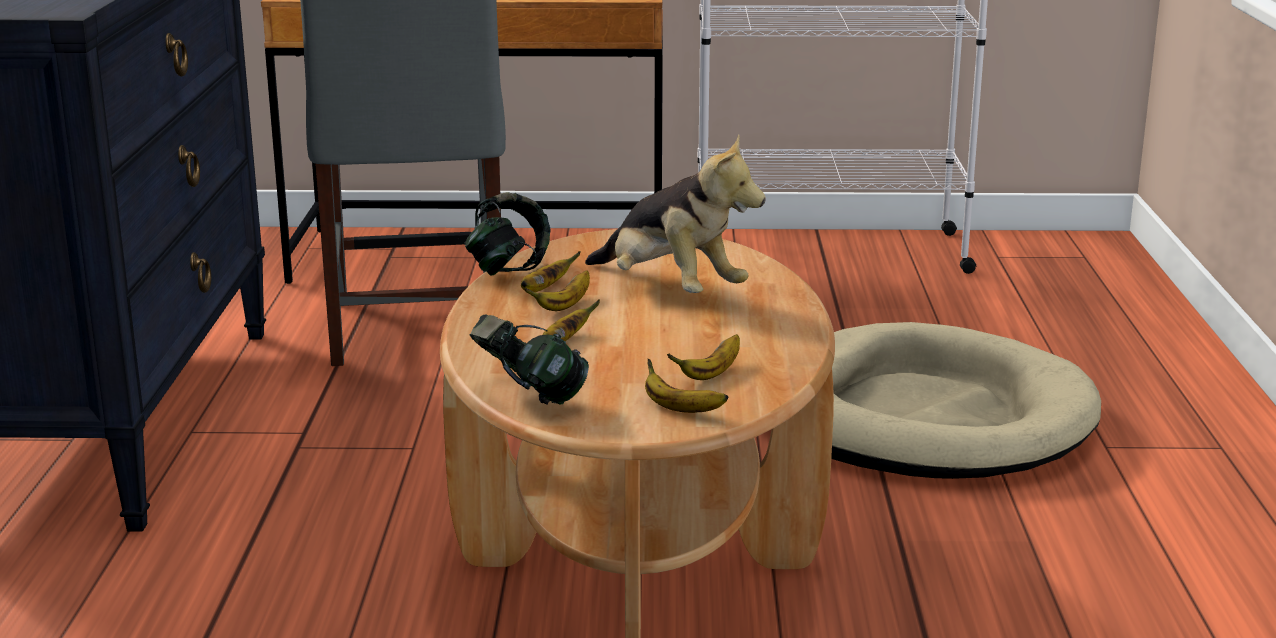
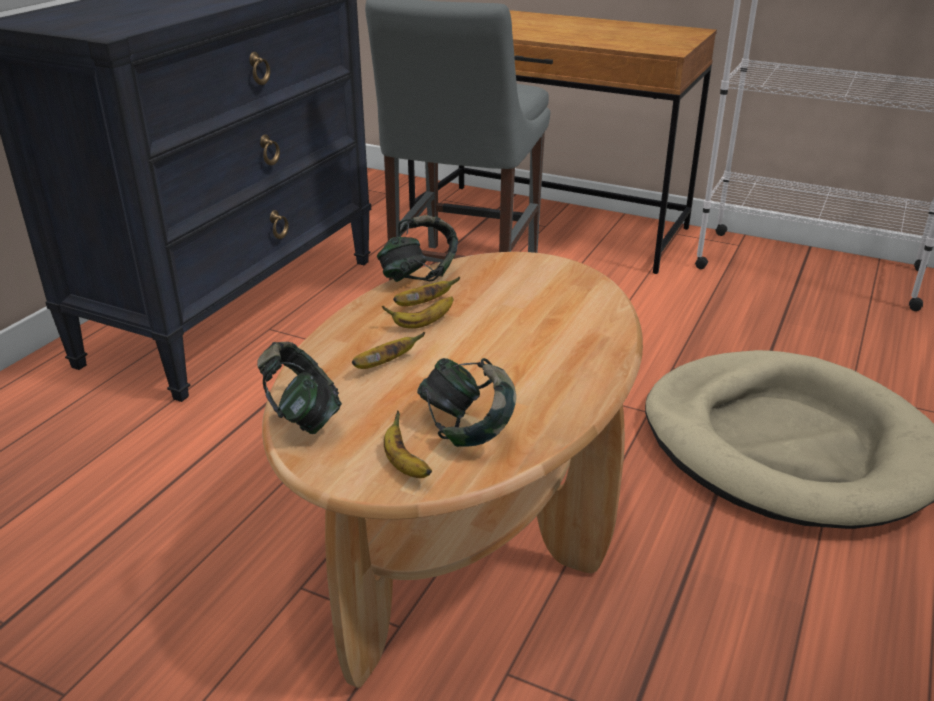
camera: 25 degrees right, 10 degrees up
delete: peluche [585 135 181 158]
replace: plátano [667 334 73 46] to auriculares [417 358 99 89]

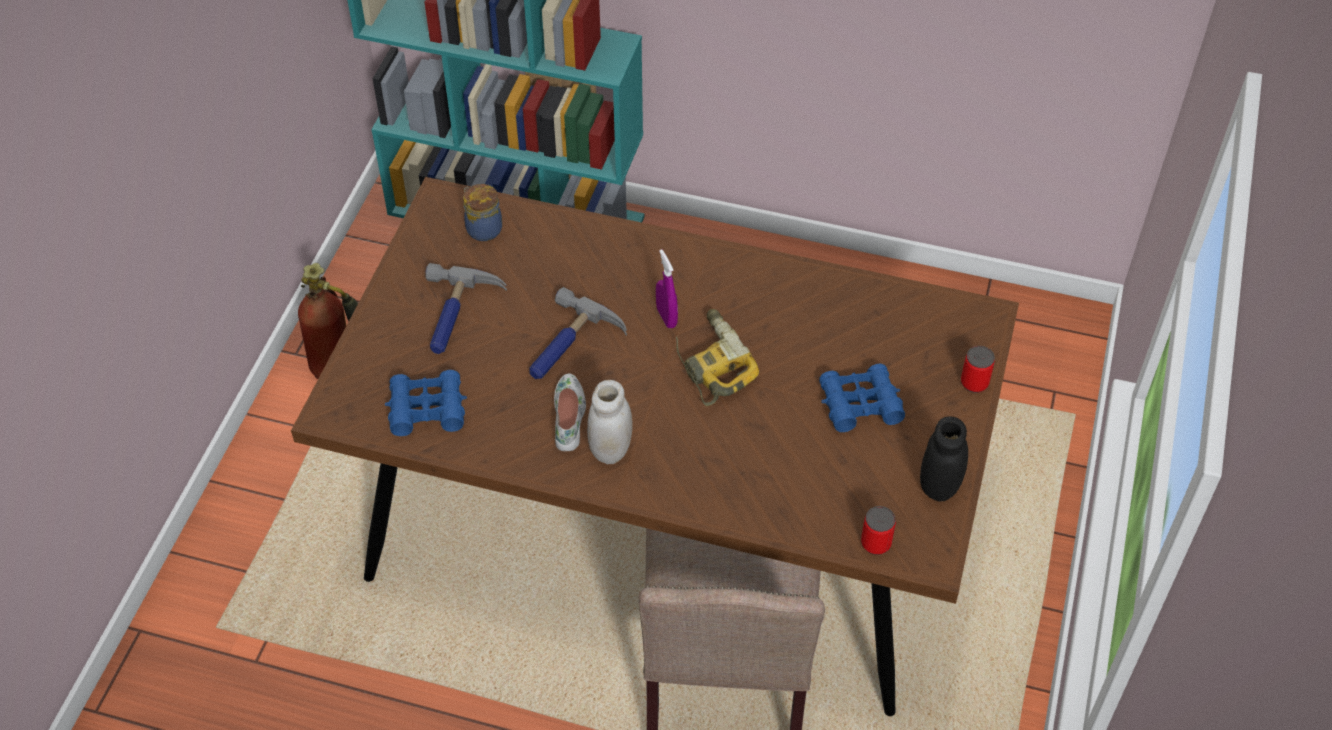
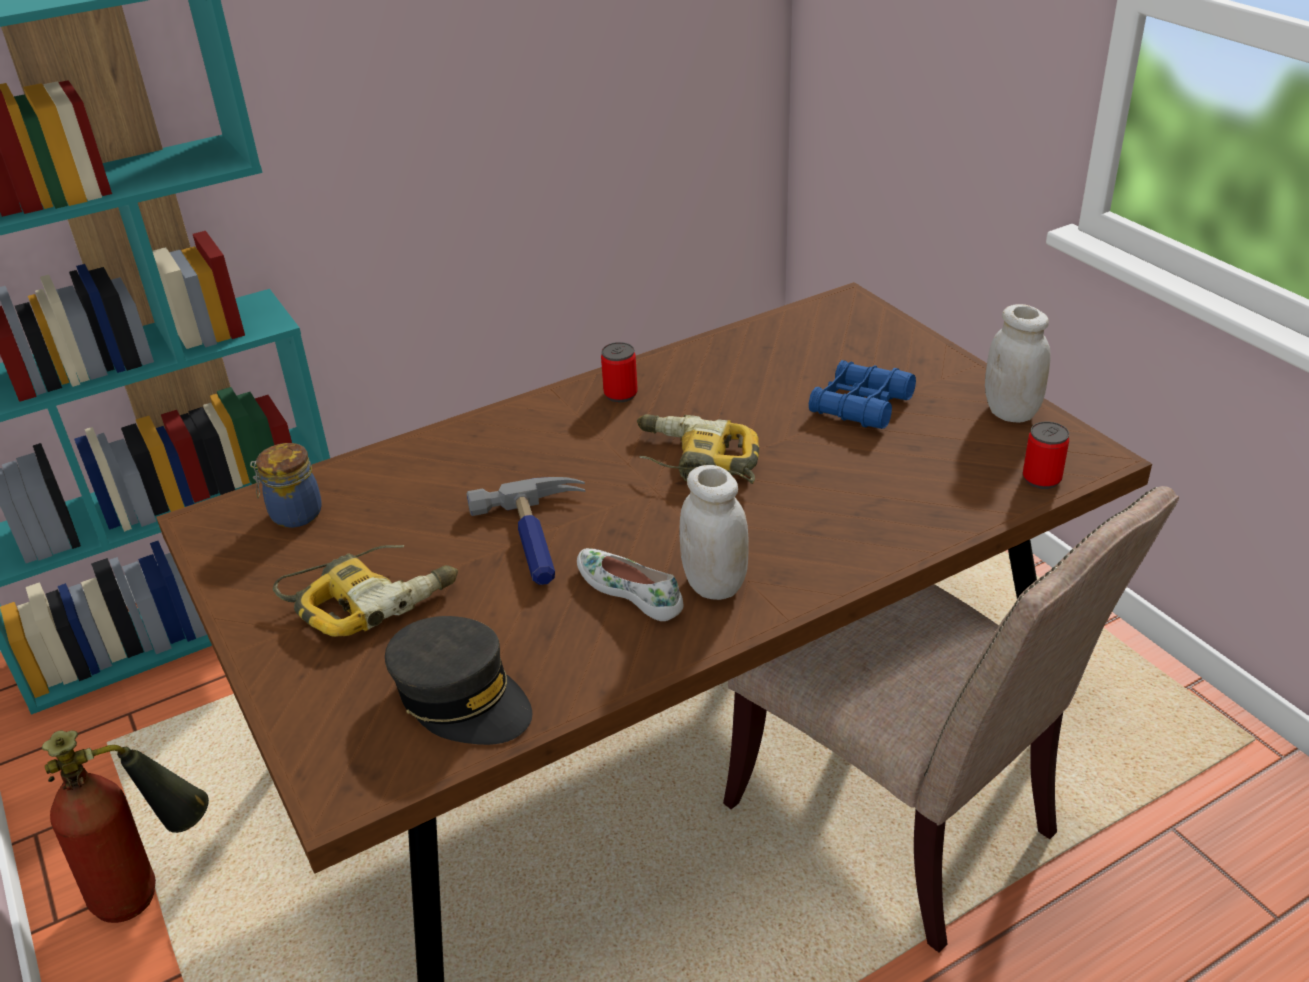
camera: 45 degrees left, 15 degrees down
delete: pulverizador (morado) [656 249 22 79]
move: lata [961 346 34 47] to [601 342 37 60]
replace: prismáticos (azul) [385 370 82 66] to gorra (gris) [385 616 147 129]; martillo [425 263 82 91] to taladro [273 545 185 92]
recolor: tarro (negro) [920 416 48 86] to tarro (blanco) [985 304 66 119]

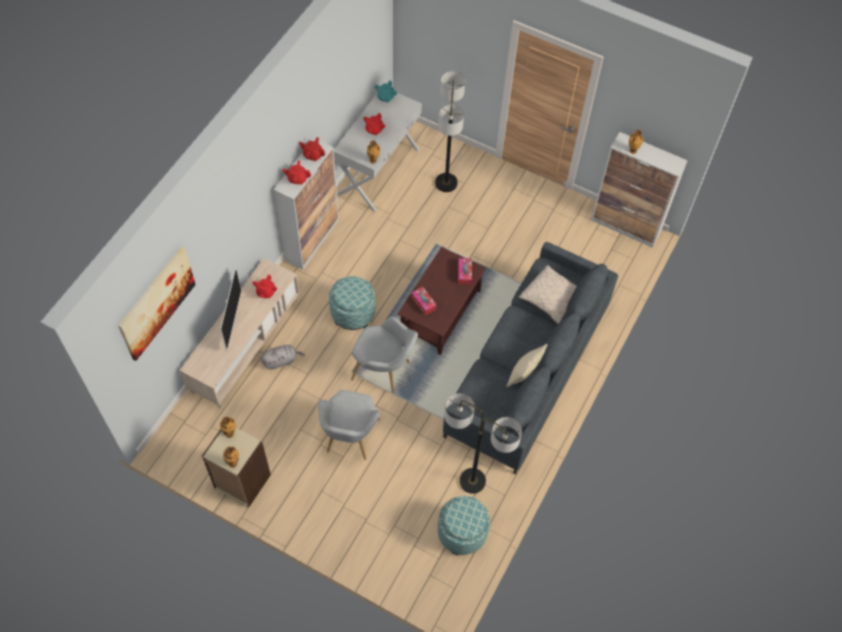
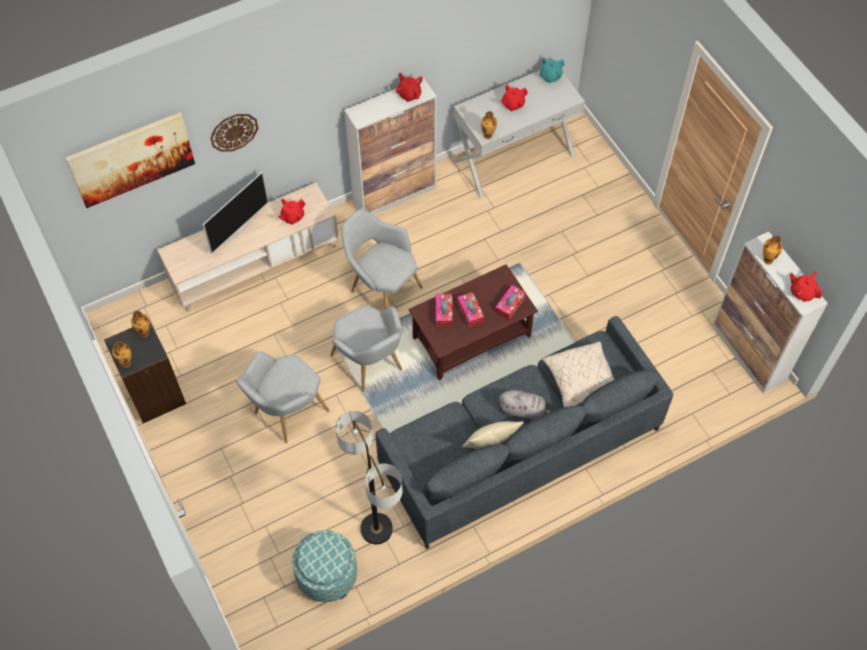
camera: 35 degrees right, 0 degrees up
delete: lámpara de pie [435 71 30 121]
insert: reloj de pared [210 114 48 38]; caja de pañuelos [457 292 27 35]
move: peluche (gris) [261 345 44 24] to [499 390 51 30]; tetera (rojo) [282 160 29 25] to [790 272 33 30]
replace: puf [329 276 46 54] to sillón (gris) [341 209 82 100]
recolor: estantería (beis) [202 428 69 80] to estantería (negro) [104 320 82 103]

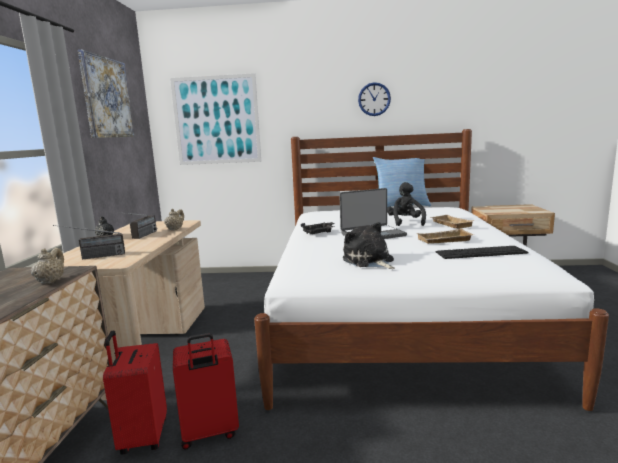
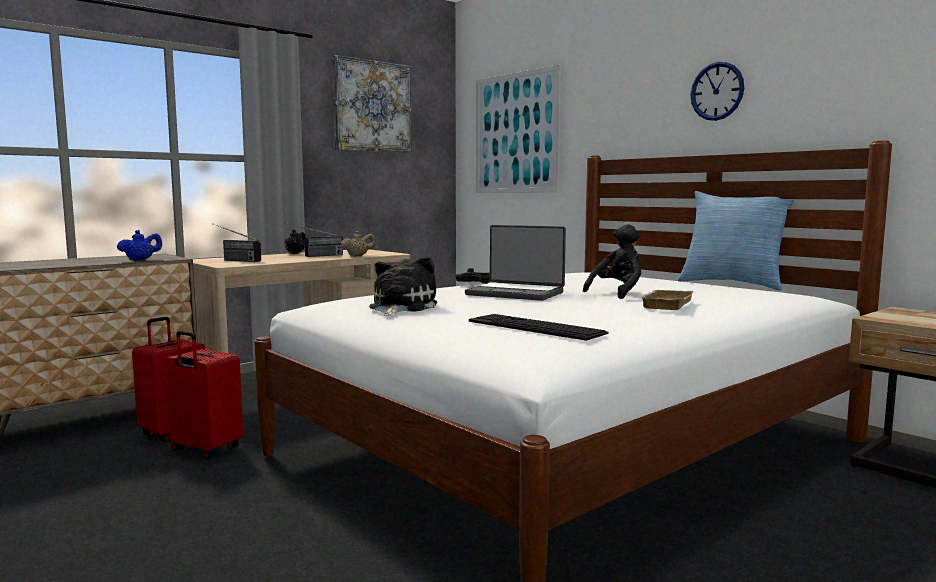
camera: 45 degrees right, 5 degrees down
delete: bandeja (beis) [417 228 57 16]
recolor: tetera (beis) [31 248 33 36] to tetera (azul) [117 230 45 31]

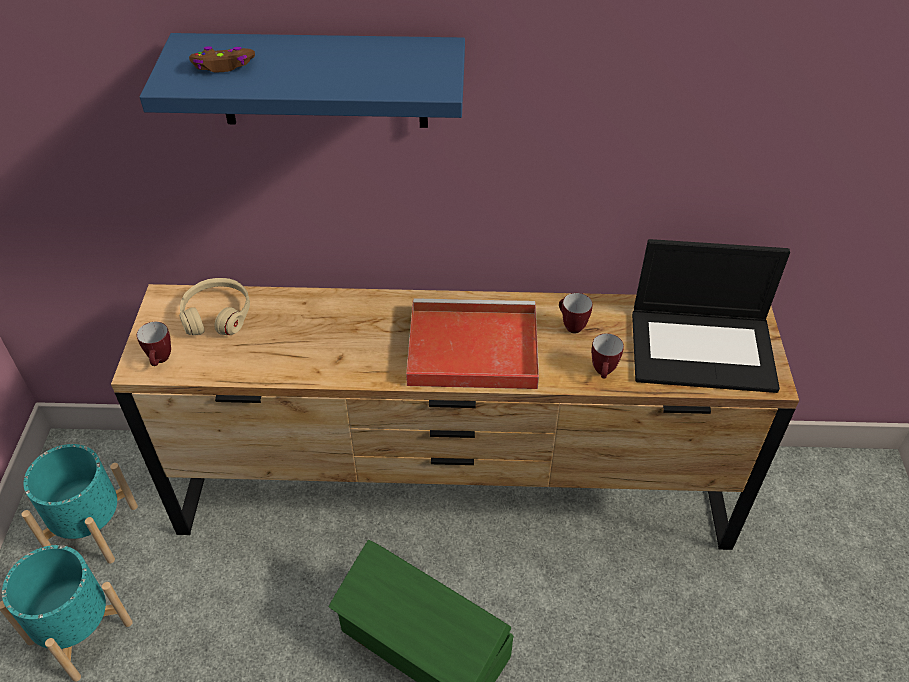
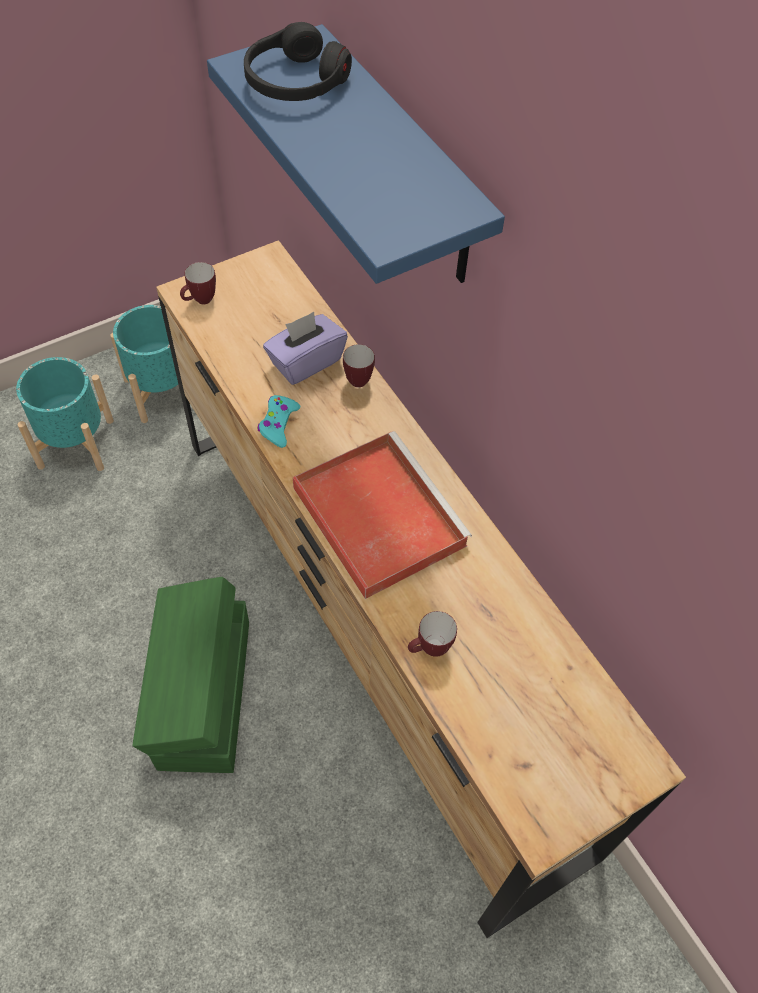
camera: 55 degrees right, 10 degrees up
delete: auriculares (beis) [179 278 71 57]; portátil [632 239 158 154]
insert: mando de consola (turquesa) [258 395 42 53]; caja de pañuelos (morado) [263 312 85 73]
move: taza grande [559 293 34 41] to [343 344 32 43]
replace: mando de consola (marrón) [189 46 66 27] to auriculares (negro) [244 22 108 79]

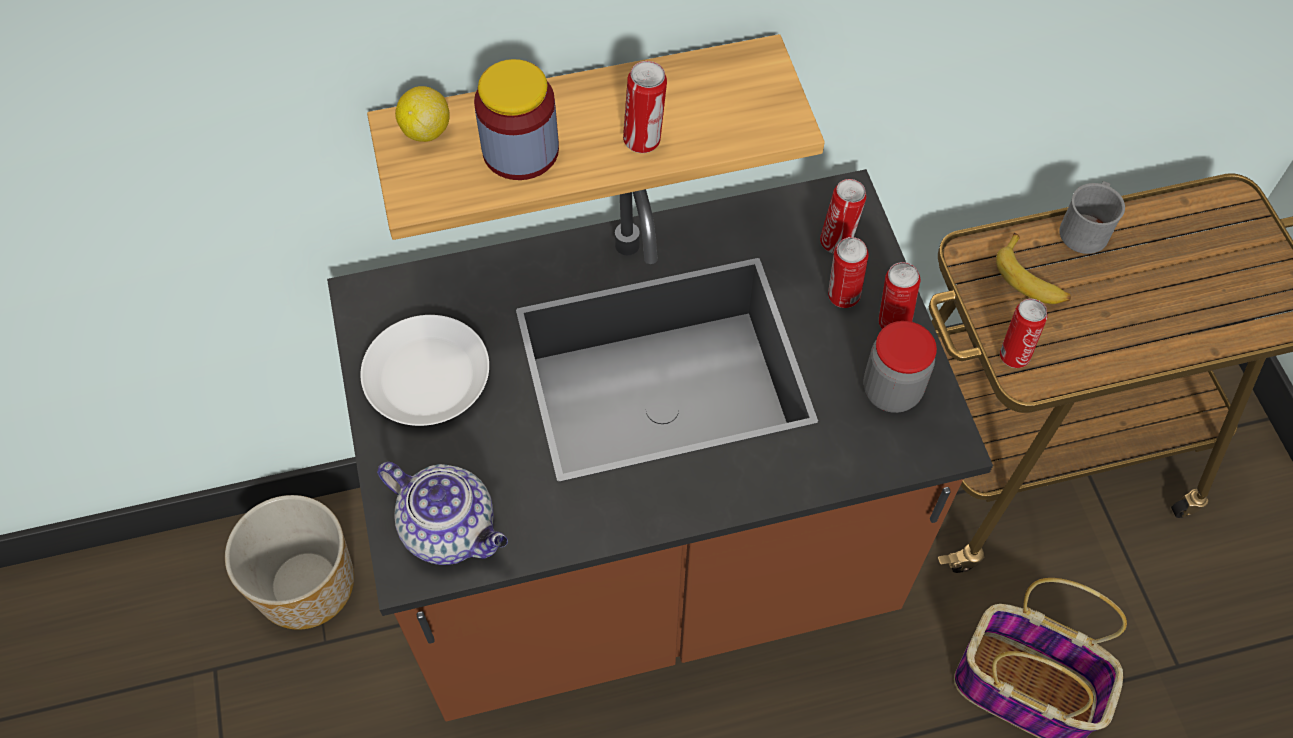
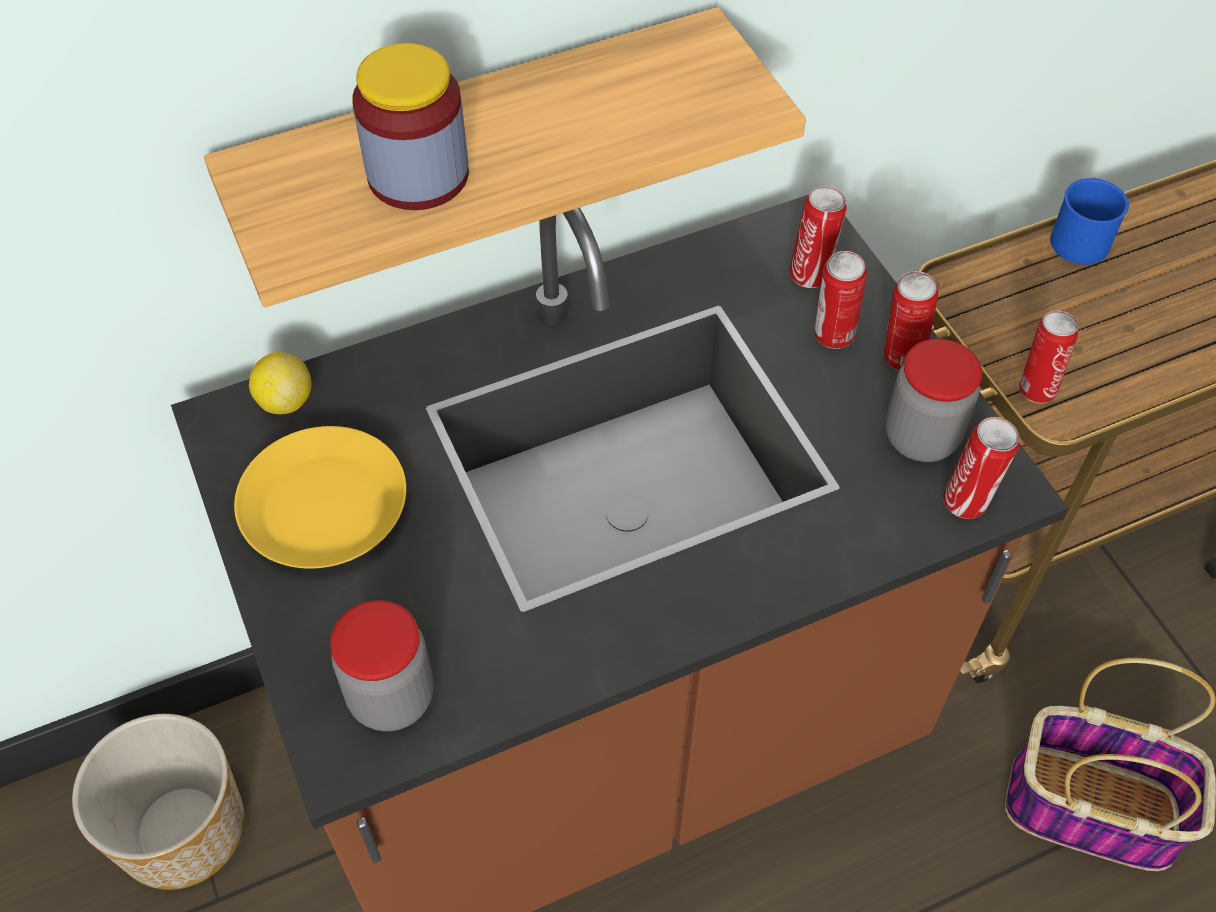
camera: 10 degrees left, 5 degrees down
delete: plátano [996 233 75 71]
move: limón [395 86 55 56] to [249 352 63 62]; lata [623 61 44 92] to [943 417 76 102]
replace: tetera [377 462 131 103] to tarro [330 600 104 131]
recolor: plato (blanco) [360 315 129 111] to plato (amarillo) [234 426 172 143]; taza grande (gris) [1059 181 66 73] to taza grande (azul) [1050 178 79 87]

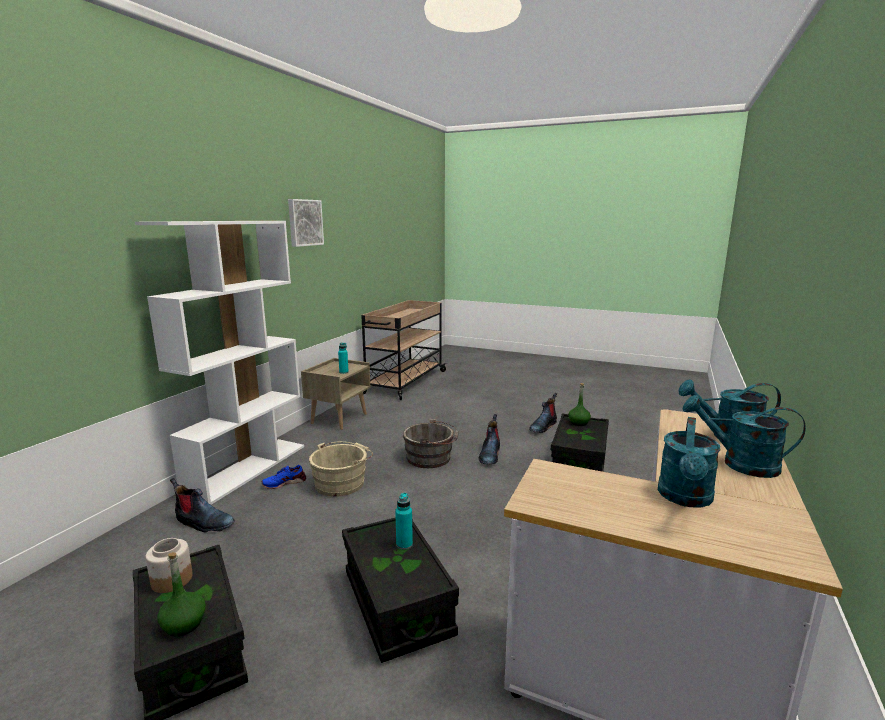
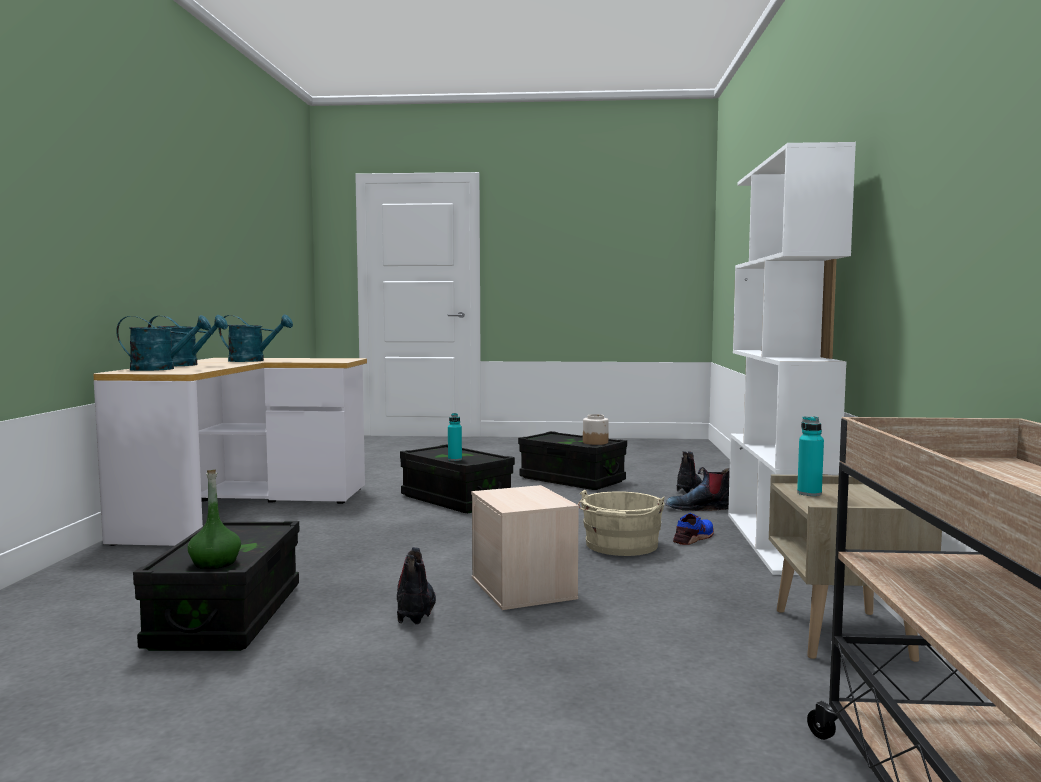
camera: 160 degrees right, 10 degrees down
delete: botella (verde) [157 552 49 84]; cuadro [288 199 36 48]
move: bota [529 393 28 40] to [677 451 25 42]
replace: cubo (gris) [403 419 56 49] to caja de almacenaje (beis) [471 485 108 125]
rotate: regadera (turquesa) [658 417 63 90] = [219 314 74 48] 90 degrees clockwise

